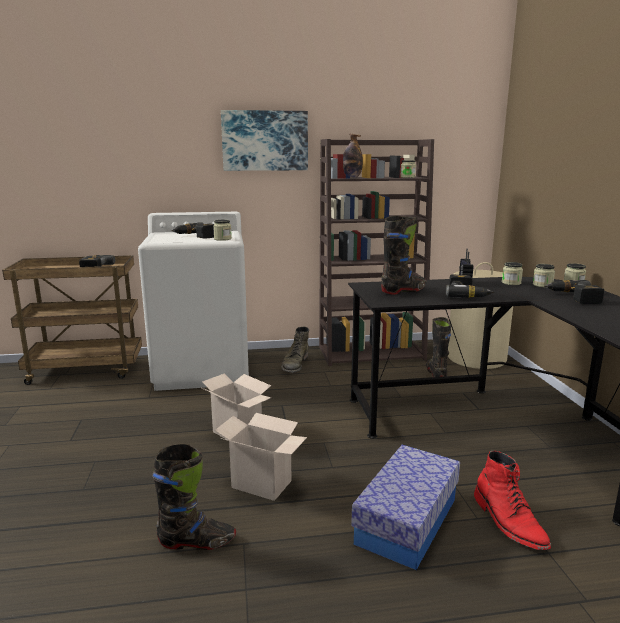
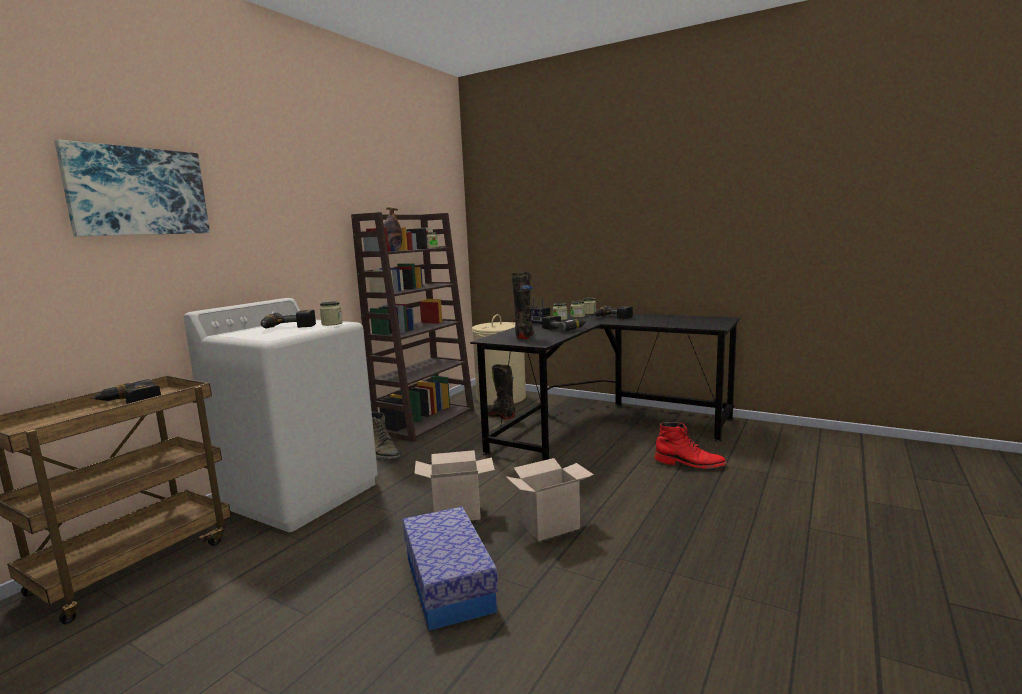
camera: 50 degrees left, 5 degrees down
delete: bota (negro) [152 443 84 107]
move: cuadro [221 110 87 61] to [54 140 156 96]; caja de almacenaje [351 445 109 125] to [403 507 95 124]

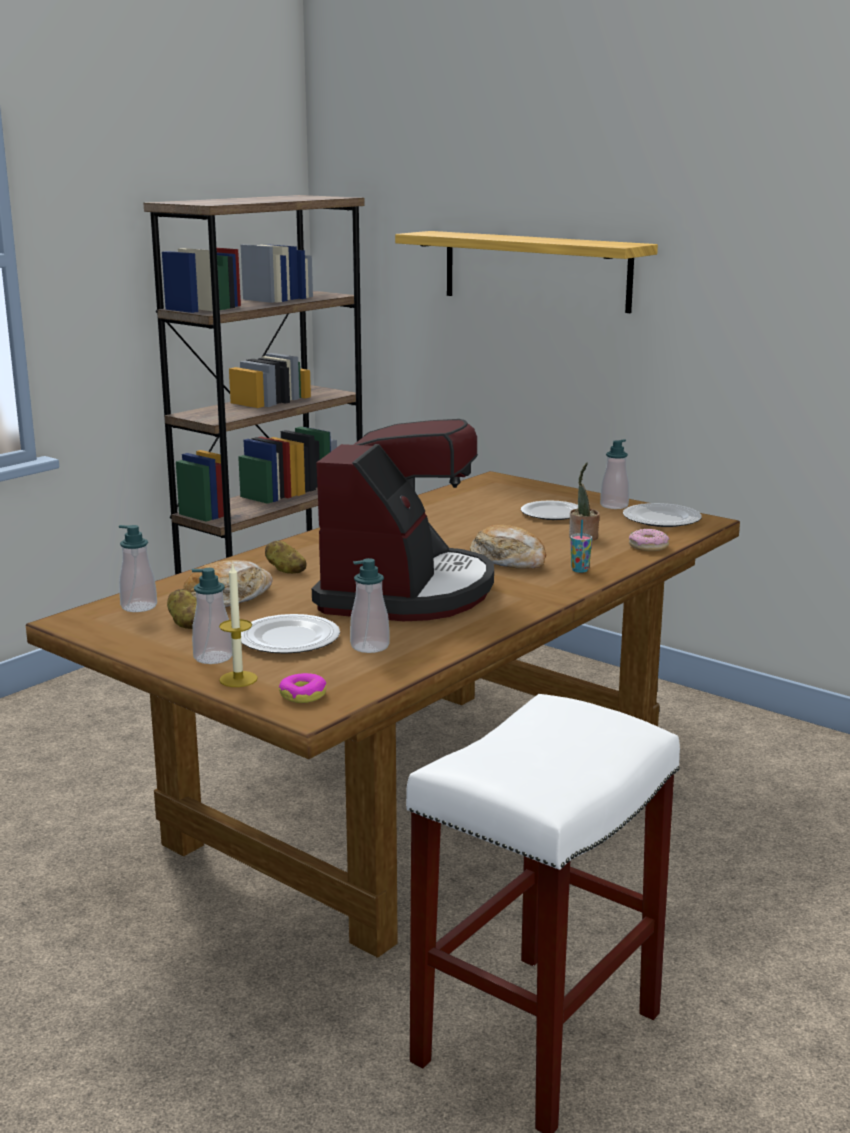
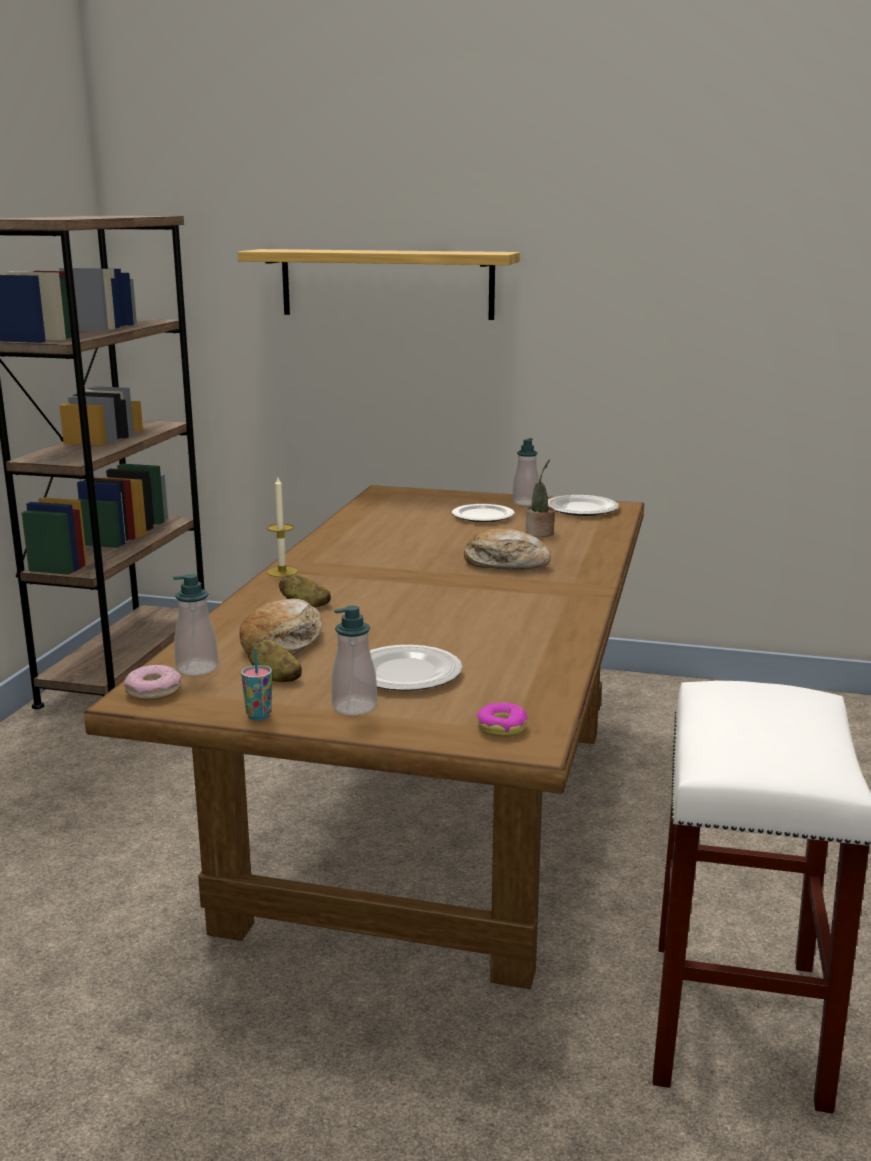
camera: 25 degrees left, 0 degrees up
delete: cafetera [312 419 182 202]; dispensador de jabón [350 558 40 95]
move: vela [219 563 39 124] to [267 477 31 100]; taza [570 520 22 53] to [241 648 31 73]; rosquilla [629 529 41 22] to [124 665 58 35]

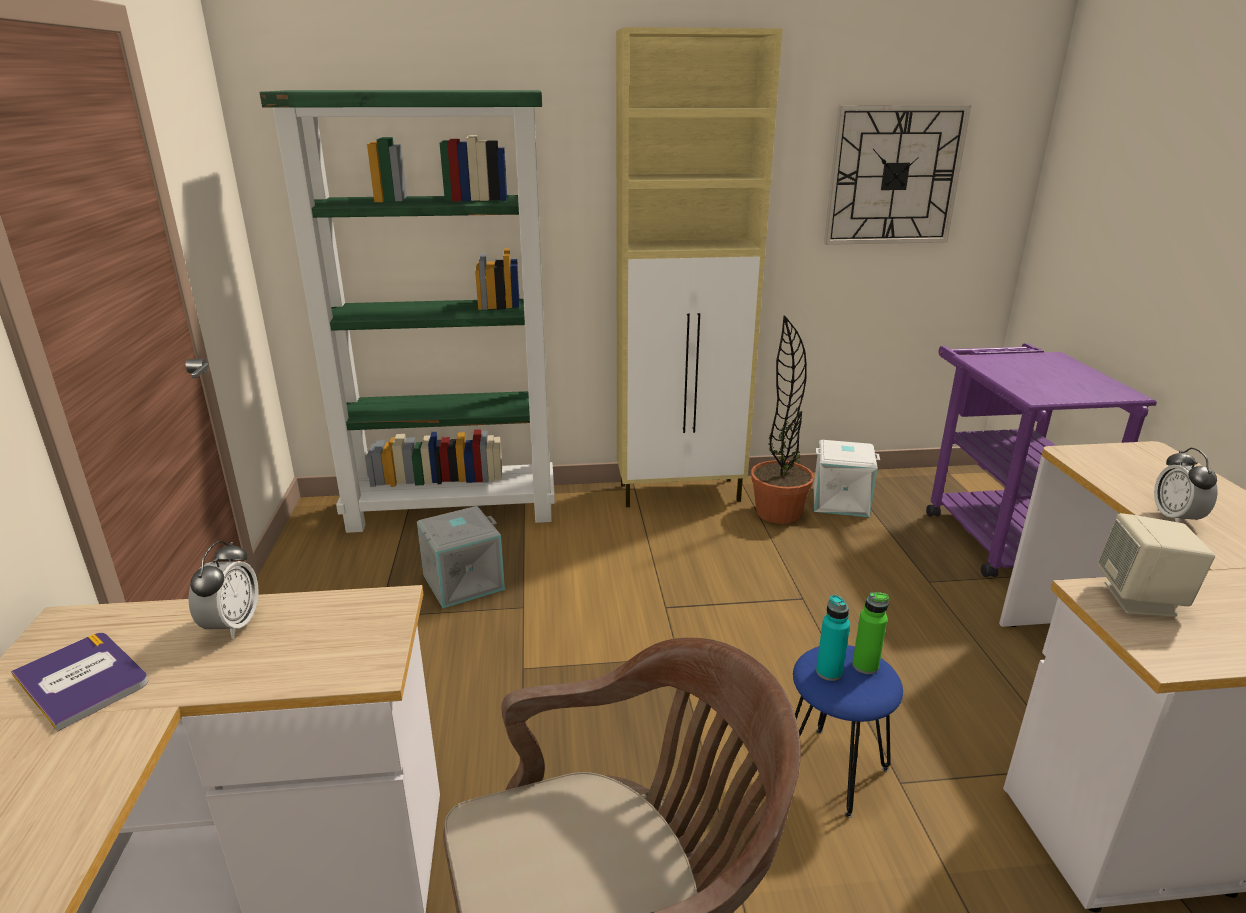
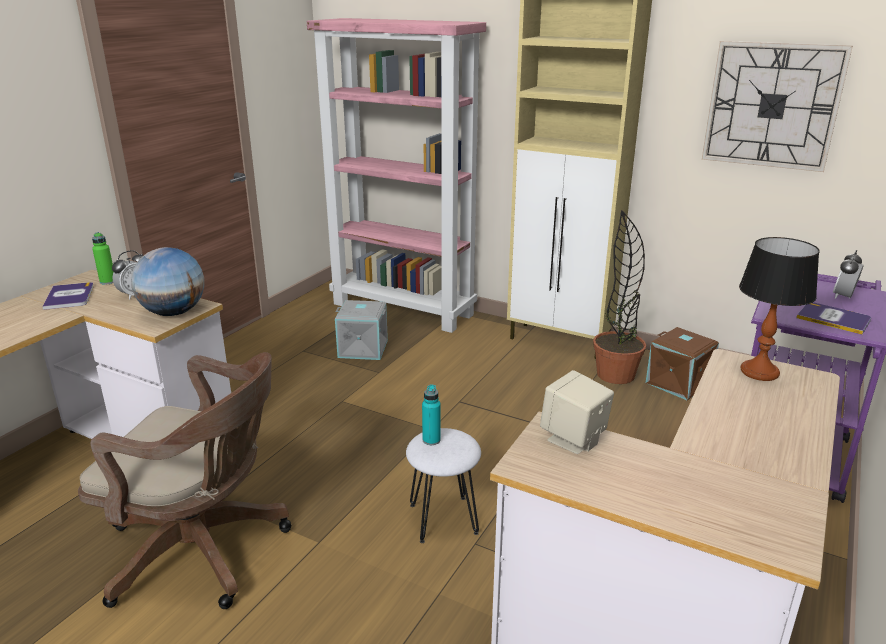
camera: 35 degrees right, 0 degrees up
insert: globo terráqueo [131 247 73 69]; lámpara de mesa [739 237 81 144]; libro [796 302 75 33]
move: botella (verde) [852 592 37 82] to [92 232 21 53]; despertador [1154 448 64 74] to [833 250 31 49]
recolor: estantería (verde) [260 90 295 443] to estantería (rosa) [307 18 179 315]; taburete (azul) [793 645 110 173] to taburete (blanco) [406 428 75 115]; caja de almacenaje (blanco) [814 440 66 77] to caja de almacenaje (marrón) [646 327 73 74]

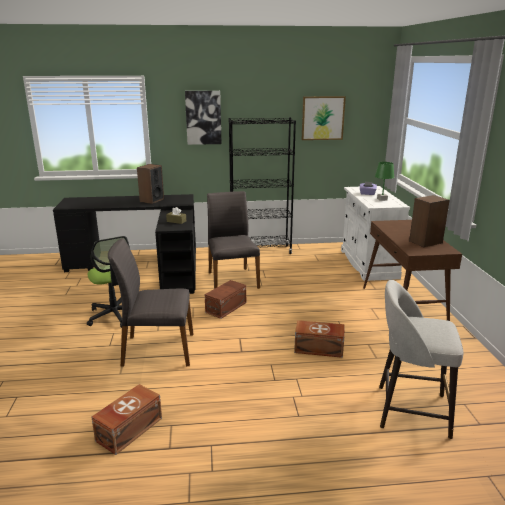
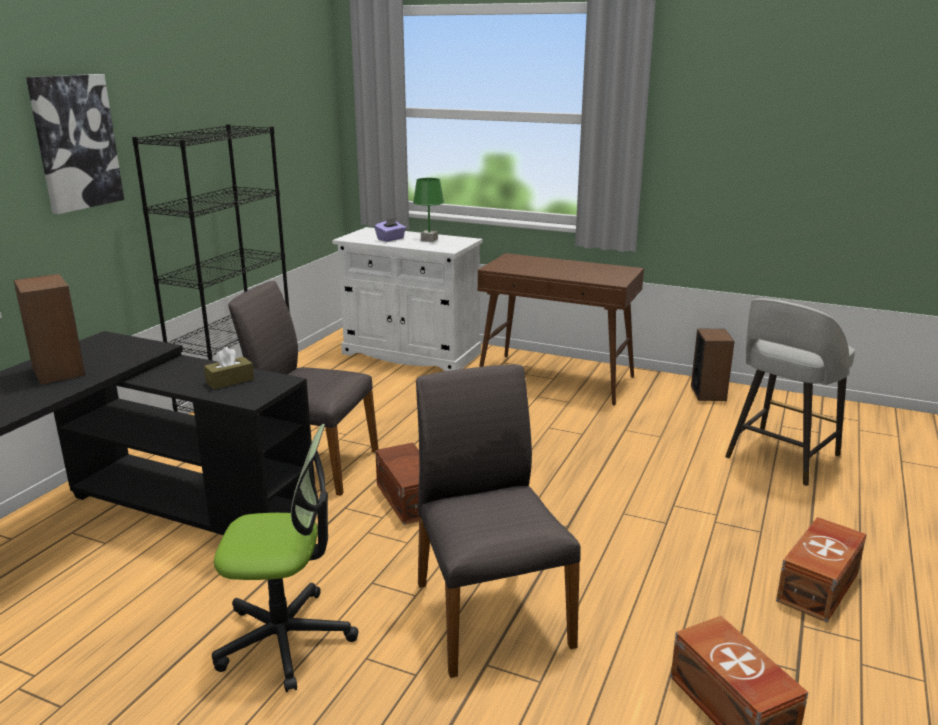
camera: 60 degrees left, 0 degrees up
delete: cuadro [302 96 44 44]
move: caja de almacenaje (marrón) [294 320 50 38] to [776 517 91 105]; altavoz [409 195 40 52] to [691 328 44 73]
rotate: silla (gris) [108 238 85 129] = [416 364 165 314] 135 degrees clockwise

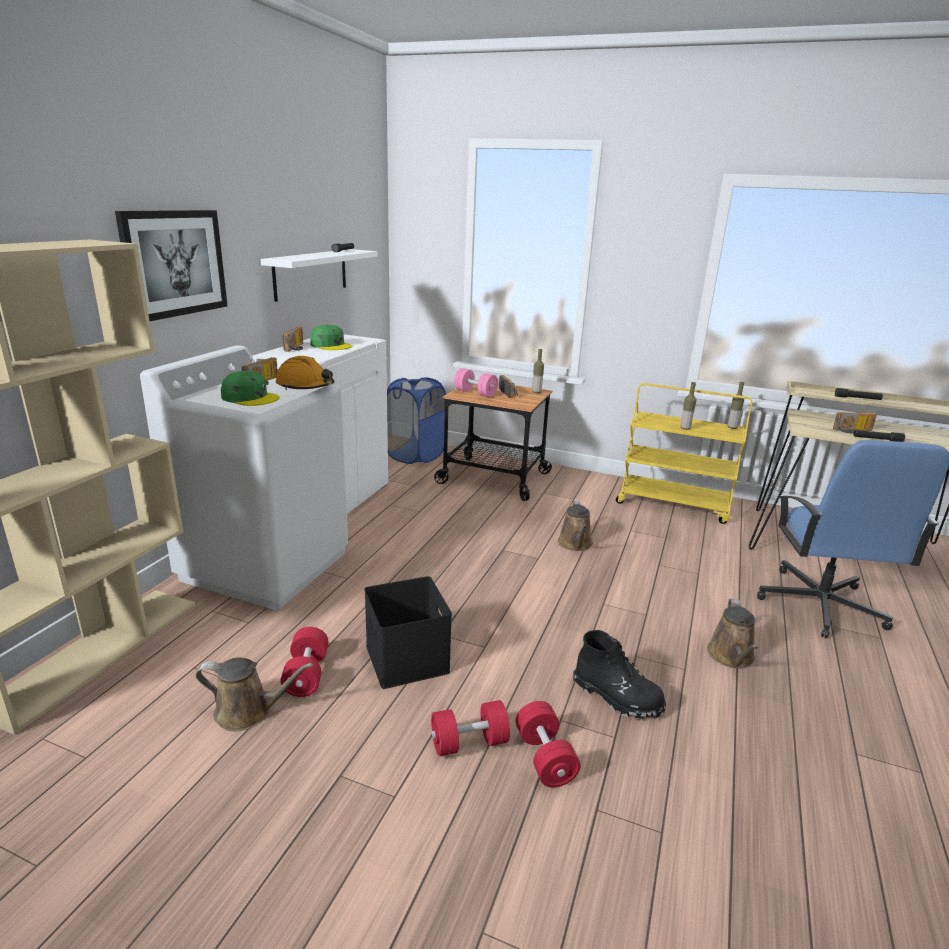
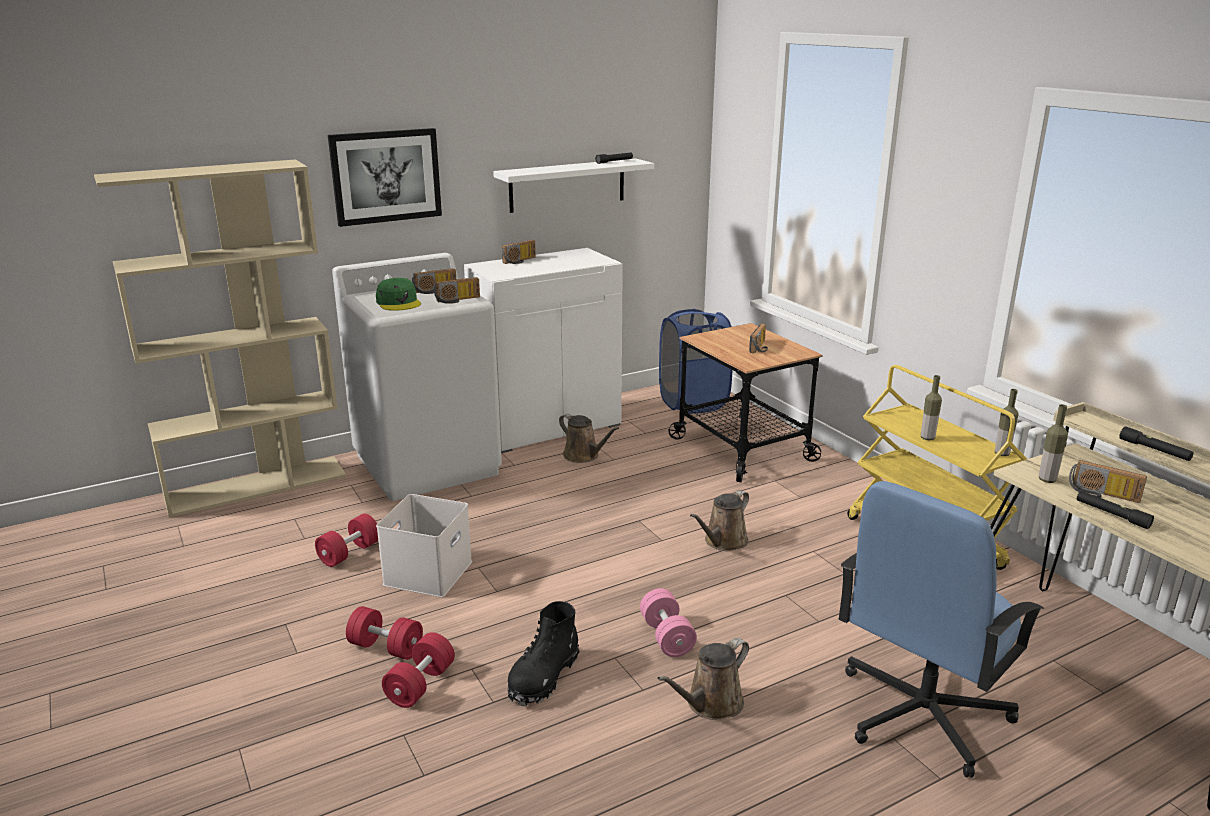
camera: 40 degrees right, 0 degrees up
delete: gorra (verde) [310 325 43 25]
move: regadera (marrón) [196 657 117 75] to [559 414 60 49]; mancuerna (rosa) [454 368 44 29] to [640 588 57 69]; botella [532 349 12 44] to [1039 404 29 79]
replace: casco (naranja) [276 356 58 34] to radio [434 277 46 27]
recolor: caja de almacenaje (negro) [364 576 88 113] to caja de almacenaje (blanco) [376 494 96 103]
rotate: bota (negro) [573 630 93 90] = [508 601 71 106] 45 degrees clockwise

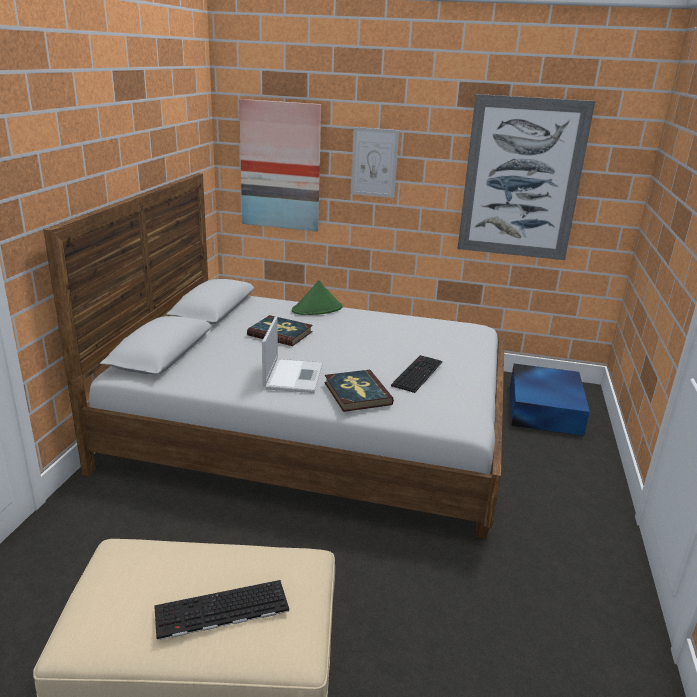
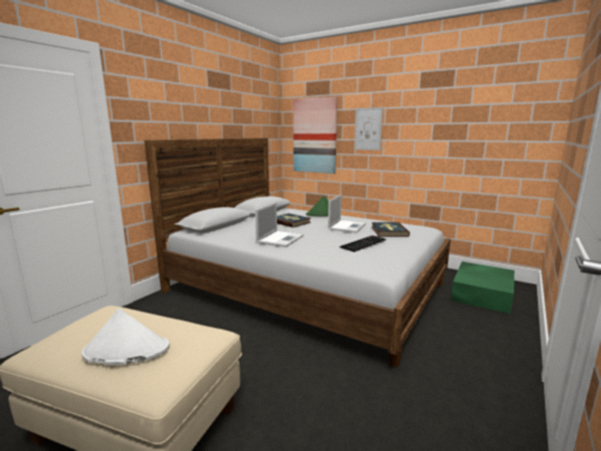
camera: 20 degrees right, 10 degrees down
delete: cuadro [458 94 137 166]
insert: portátil [328 195 38 38]
move: libro [324 370 70 42] to [372 222 38 15]
replace: teclado [154 580 135 60] to sombrero (blanco) [82 308 88 57]
recolor: caja de almacenaje (azul) [510 364 79 72] to caja de almacenaje (verde) [451 262 63 52]

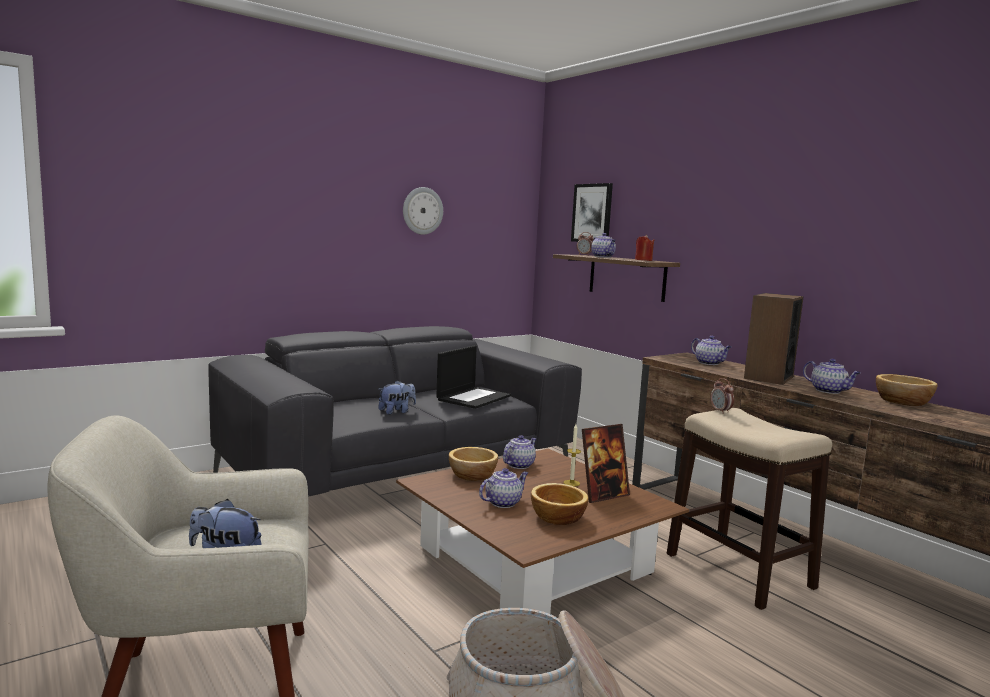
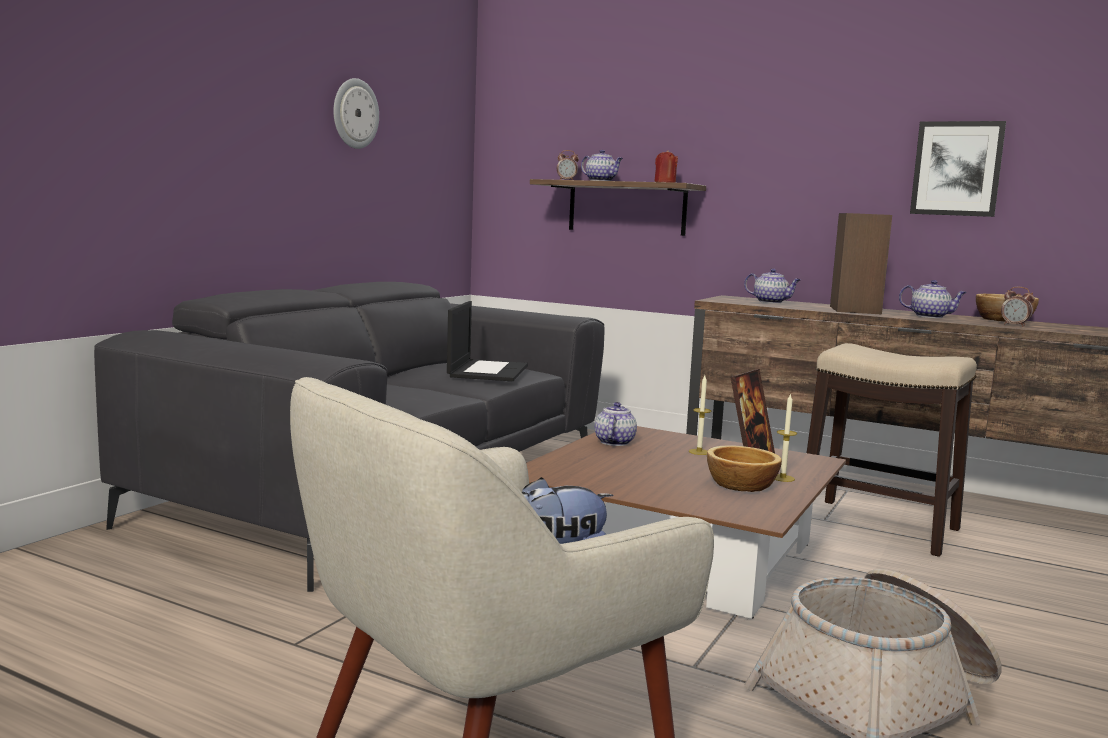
camera: 25 degrees left, 0 degrees up
delete: peluche [378 380 38 35]; cuenco [449 447 49 34]; tetera [479 468 49 40]
insert: vela [775 393 22 89]
move: cuadro [571 183 42 59] to [910 121 96 96]; despertador [710 378 24 36] to [1001 287 34 40]

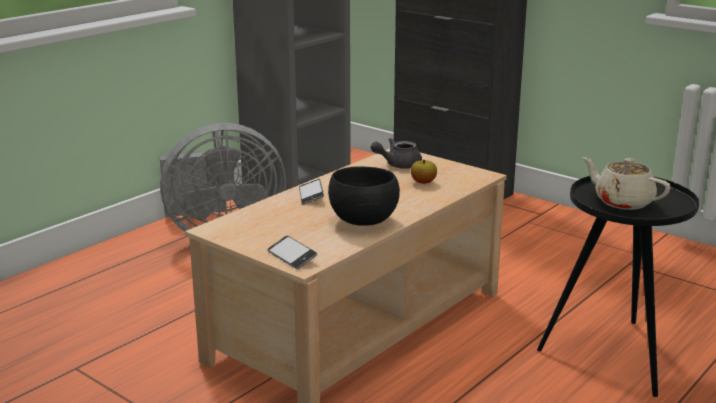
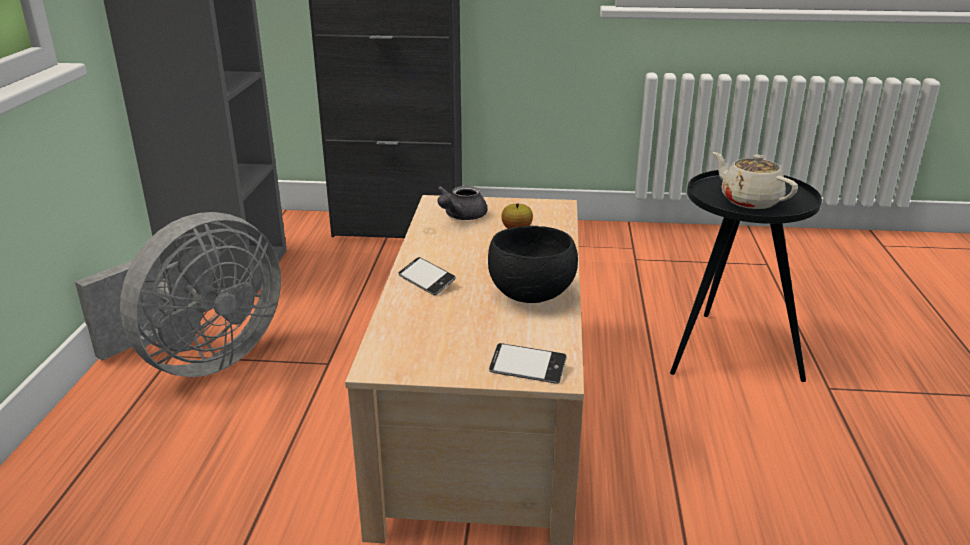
camera: 35 degrees left, 5 degrees up
rotate: tetera (beis) [582 157 89 53] = [713 152 85 57] 45 degrees clockwise

